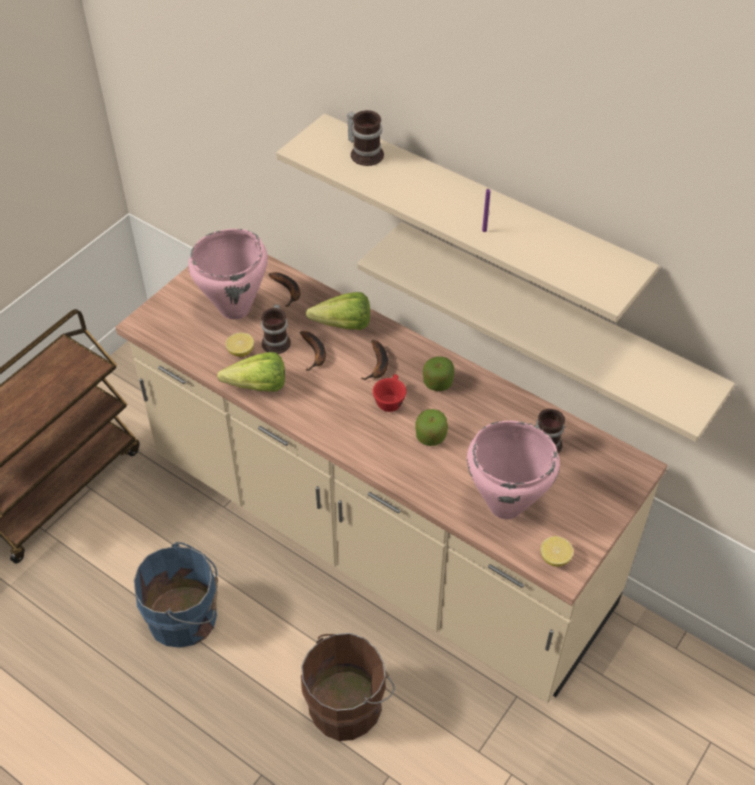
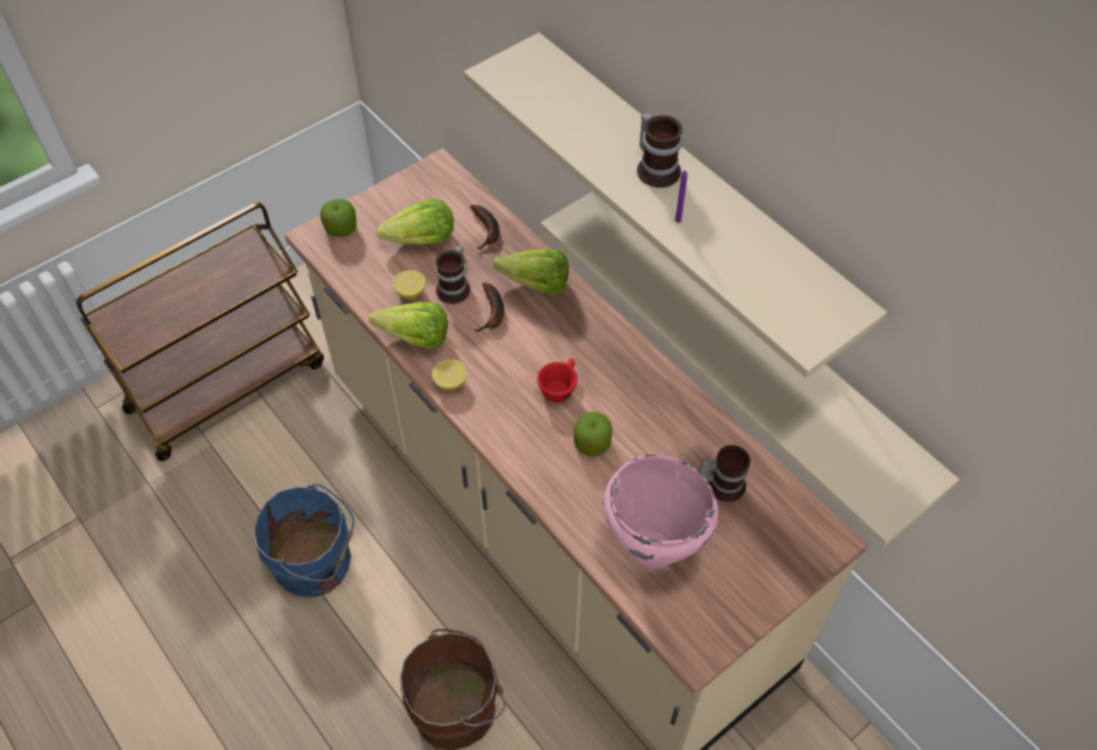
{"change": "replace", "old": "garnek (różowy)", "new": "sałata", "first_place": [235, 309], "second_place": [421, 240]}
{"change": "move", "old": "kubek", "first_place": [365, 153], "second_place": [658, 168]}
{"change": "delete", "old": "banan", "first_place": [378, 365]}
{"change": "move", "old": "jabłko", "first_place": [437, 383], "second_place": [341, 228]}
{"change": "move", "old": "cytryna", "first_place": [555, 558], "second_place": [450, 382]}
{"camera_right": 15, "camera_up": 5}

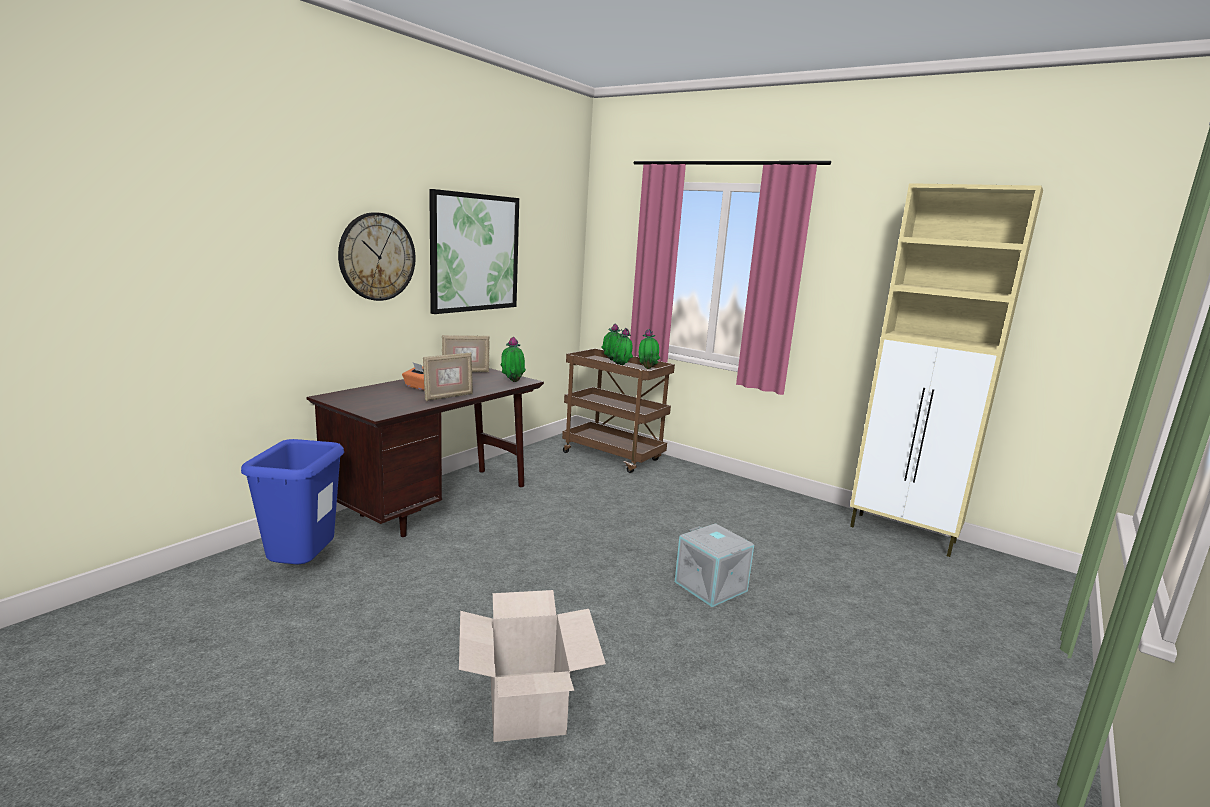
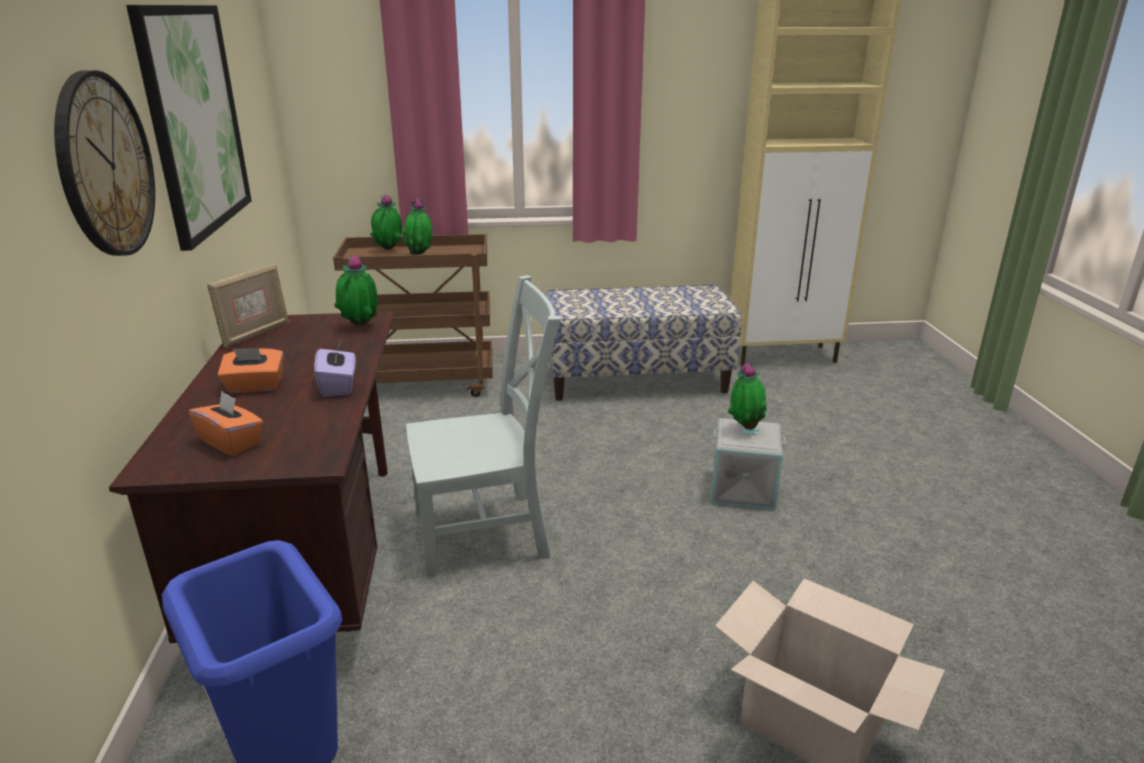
{"change": "replace", "old": "ramka na zdjęcie", "new": "pudełko chusteczek (fioletowy)", "first_place": [448, 397], "second_place": [338, 386]}
{"change": "move", "old": "roślina doniczkowa", "first_place": [647, 368], "second_place": [745, 427]}
{"change": "insert", "new": "pudełko chusteczek (pomarańczowy)", "second_place": [231, 442]}
{"change": "insert", "new": "krzesło (szary)", "second_place": [488, 533]}
{"change": "insert", "new": "ławka", "second_place": [637, 380]}
{"camera_right": -40, "camera_up": 10}

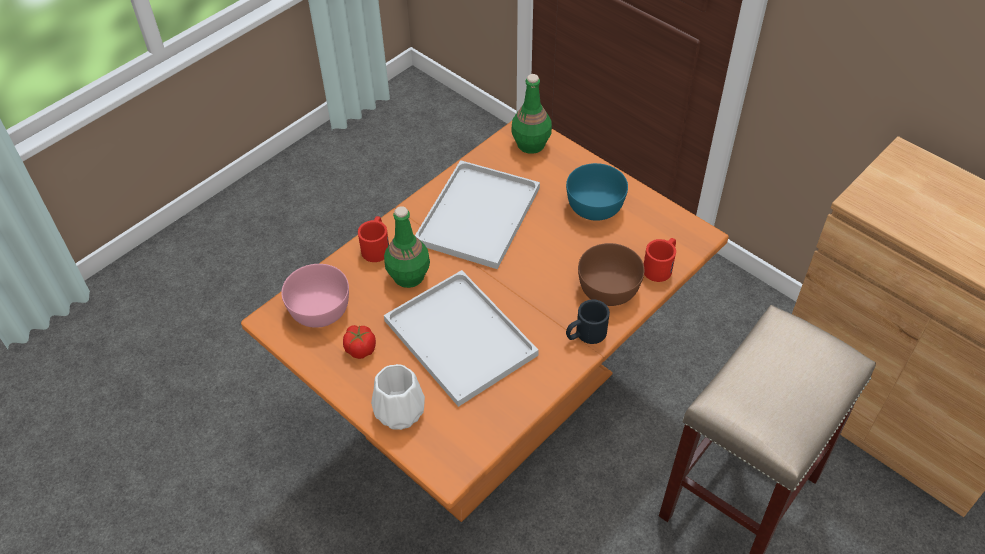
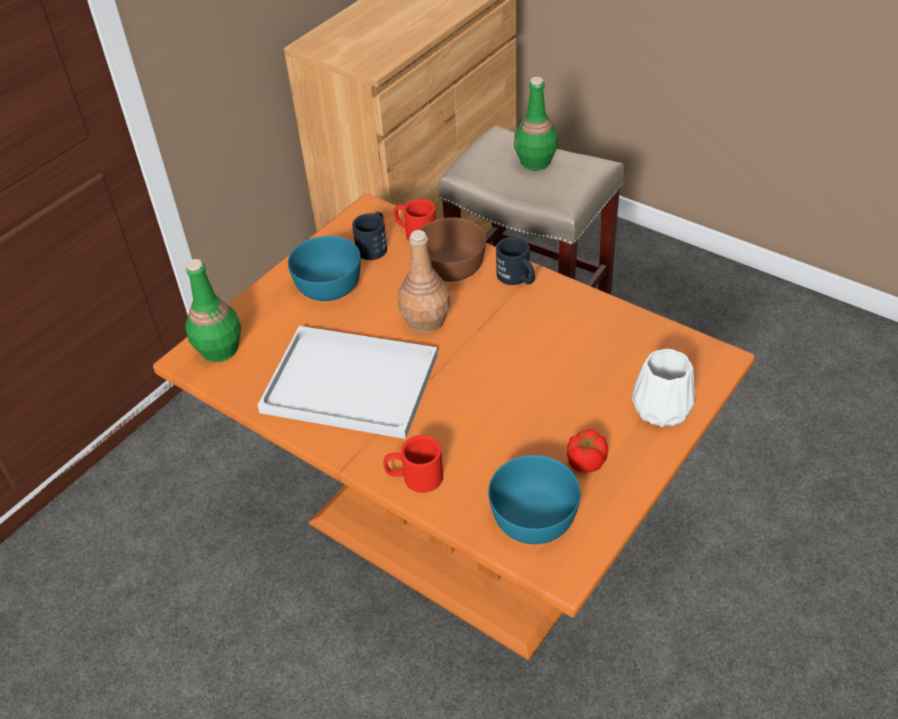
{"change": "recolor", "old": "miska (różowy)", "new": "miska (turkusowy)", "first_place": [320, 309], "second_place": [534, 516]}
{"change": "move", "old": "butelka (zielony)", "first_place": [408, 276], "second_place": [535, 162]}
{"change": "delete", "old": "taca (biały)", "first_place": [457, 337]}
{"change": "insert", "new": "kubek (czarny)", "second_place": [374, 245]}
{"change": "insert", "new": "butelka (brązowy)", "second_place": [425, 321]}
{"camera_right": -95, "camera_up": -5}

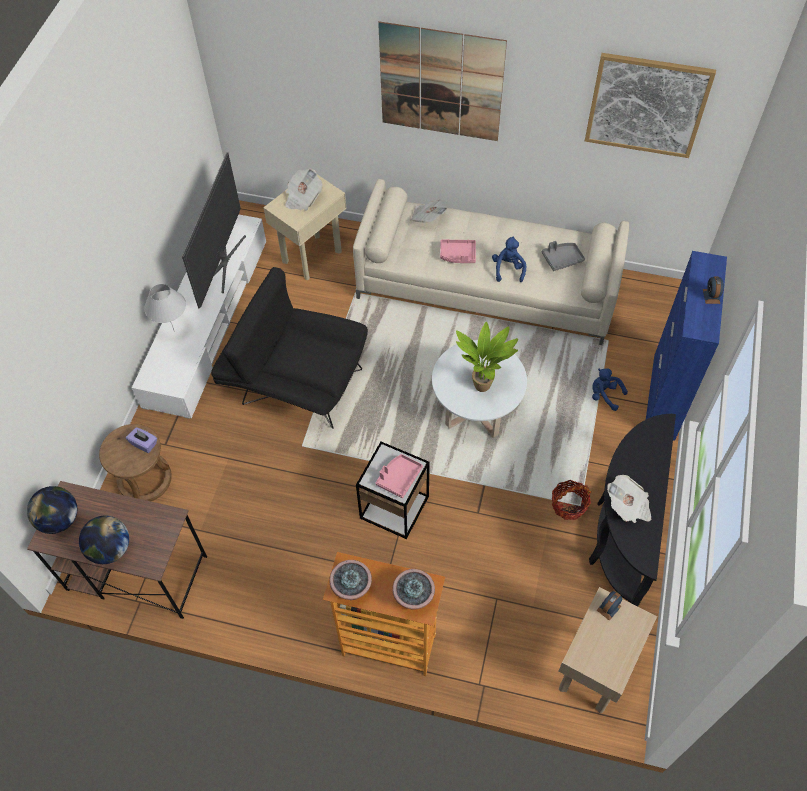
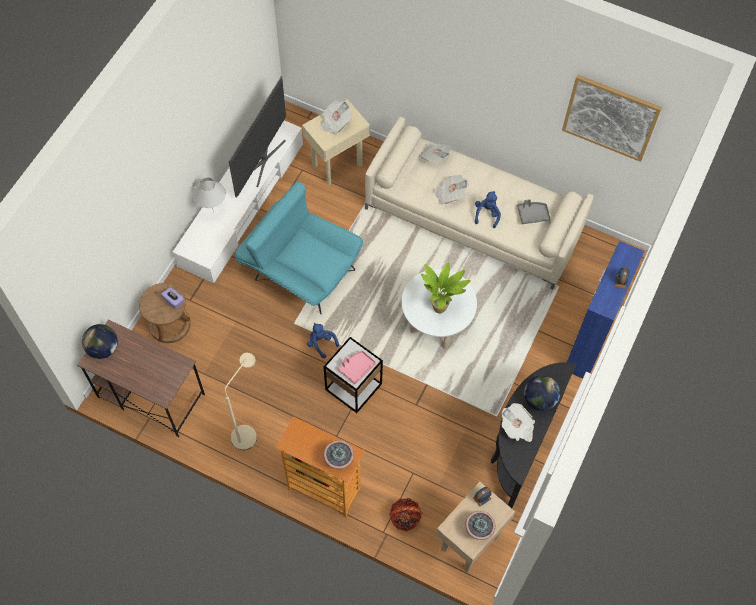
{"change": "move", "old": "globus", "first_place": [110, 549], "second_place": [539, 399]}
{"change": "recolor", "old": "fotel (czarny)", "new": "fotel (turkusowy)", "first_place": [294, 381], "second_place": [299, 269]}
{"change": "move", "old": "roślina doniczkowa", "first_place": [352, 588], "second_place": [478, 530]}
{"change": "delete", "old": "obraz", "first_place": [441, 82]}
{"change": "replace", "old": "taca (różowy)", "new": "gazeta", "first_place": [458, 255], "second_place": [449, 194]}
{"change": "move", "old": "koszyk", "first_place": [568, 505], "second_place": [404, 517]}
{"change": "move", "old": "pluszak (niebieski)", "first_place": [604, 395], "second_place": [321, 343]}
{"change": "insert", "new": "lampa stojąca (beżowy)", "second_place": [248, 432]}
{"camera_right": 10, "camera_up": 5}

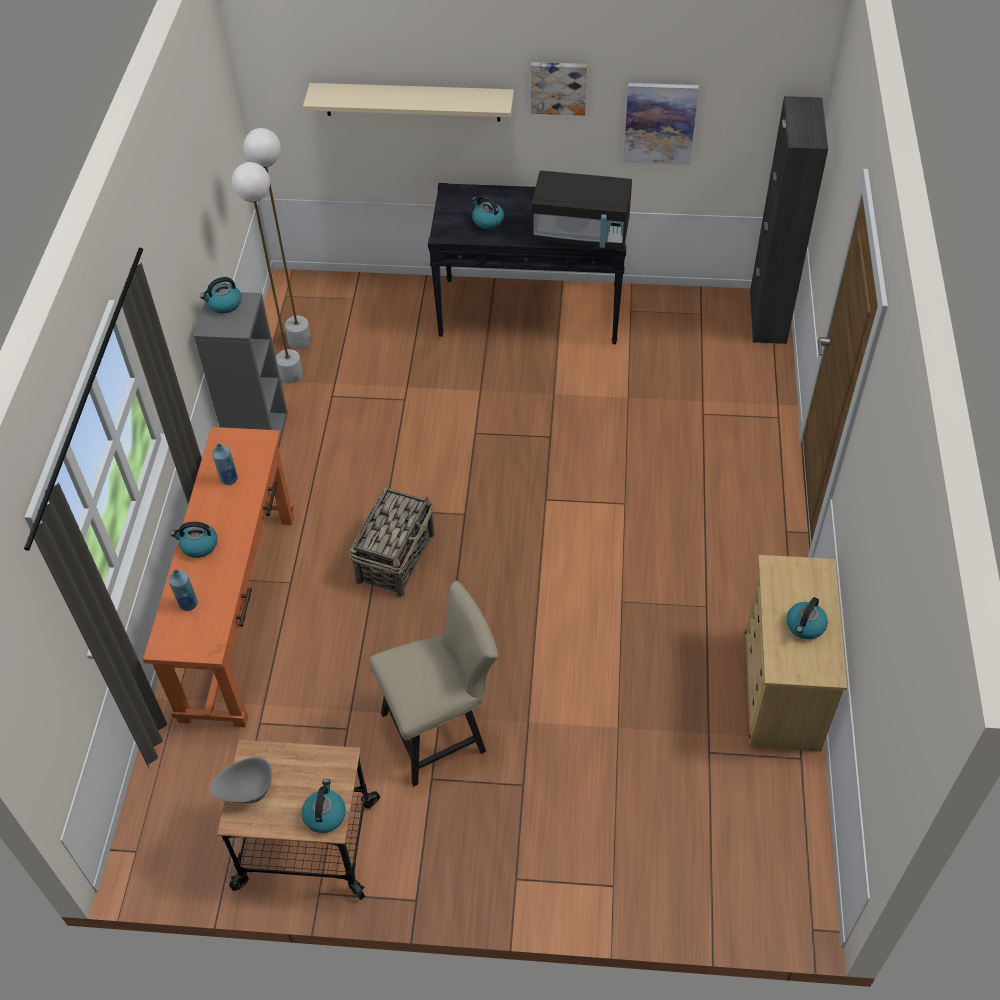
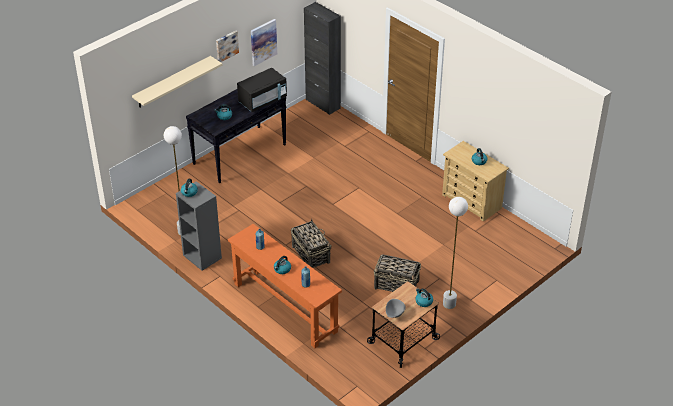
{"change": "move", "old": "lampa stojąca (biały)", "first_place": [299, 341], "second_place": [449, 304]}
{"change": "replace", "old": "krzesło (beżowy)", "new": "koszyk", "first_place": [441, 731], "second_place": [397, 285]}
{"camera_right": -50, "camera_up": -10}

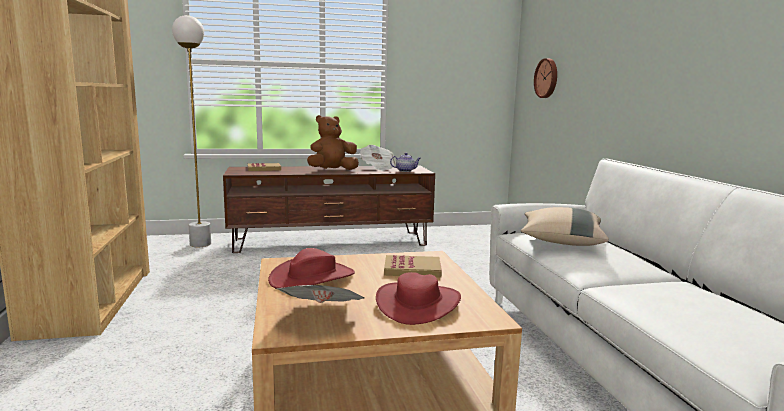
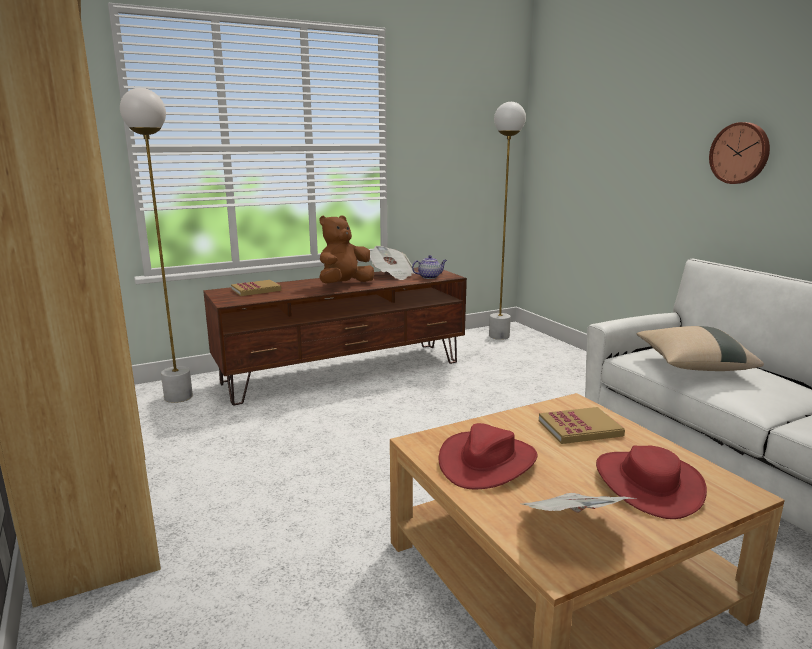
{"change": "move", "old": "zegar ścienny", "first_place": [547, 78], "second_place": [740, 153]}
{"change": "insert", "new": "lampa stojąca (biały)", "second_place": [499, 336]}
{"camera_right": -15, "camera_up": 5}

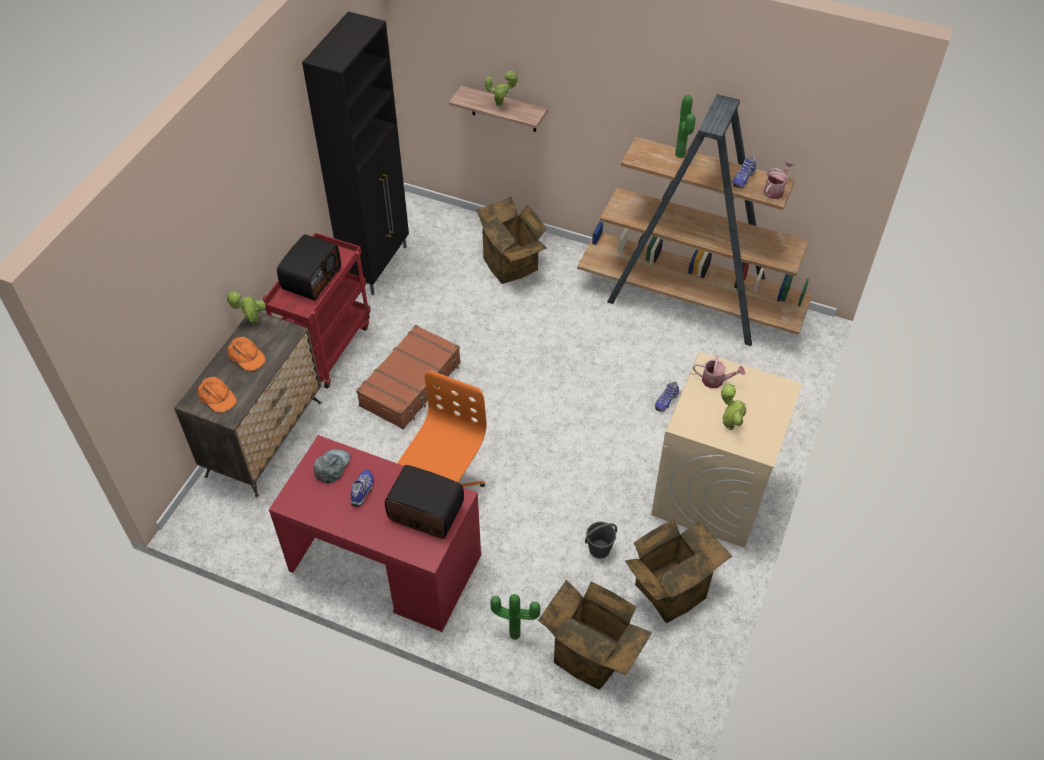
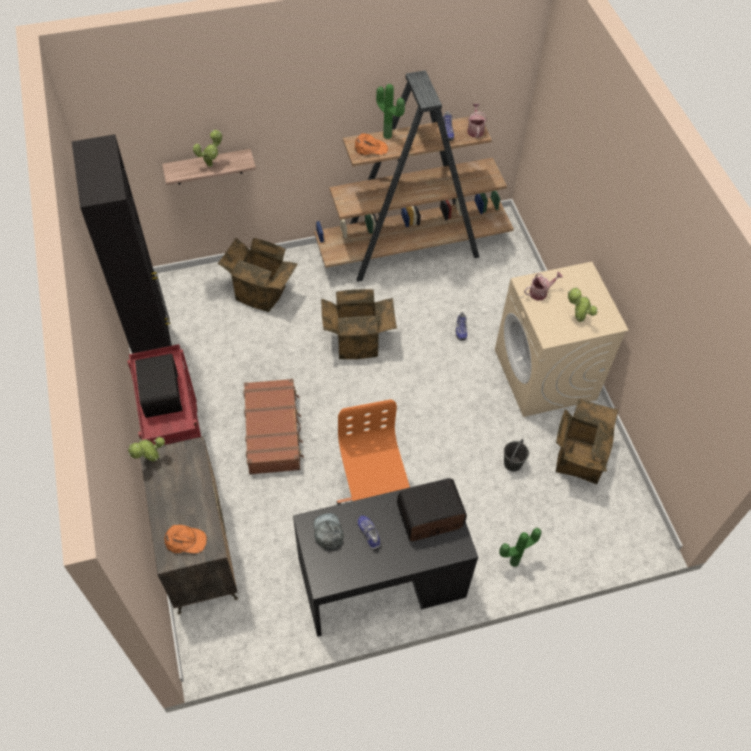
{"change": "move", "old": "czapka z daszkiem (pomarańczowy)", "first_place": [246, 357], "second_place": [371, 148]}
{"change": "recolor", "old": "biurko (czerwony)", "new": "biurko (czarny)", "first_place": [385, 563], "second_place": [381, 578]}
{"change": "move", "old": "karton", "first_place": [593, 653], "second_place": [357, 340]}
{"camera_right": -40, "camera_up": 5}

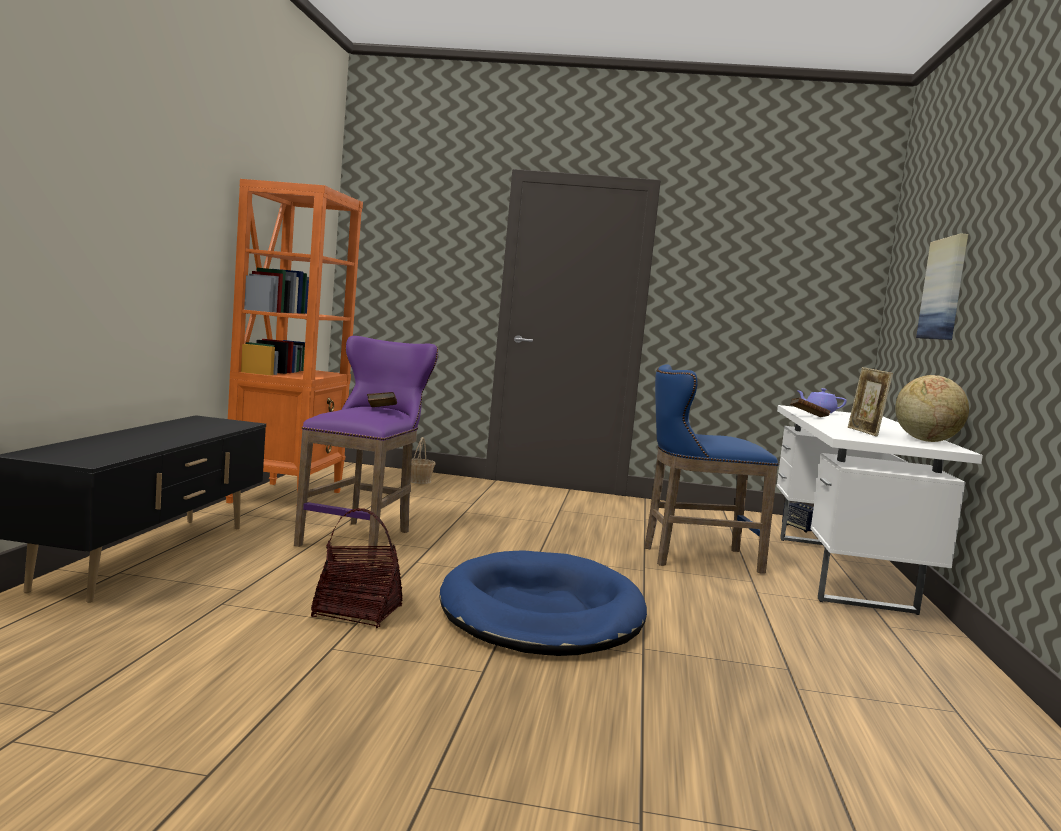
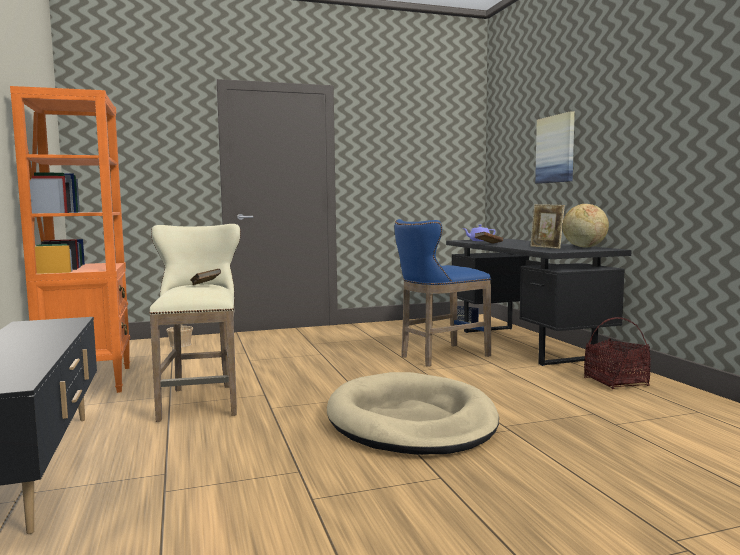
{"change": "recolor", "old": "stołek (fioletowy)", "new": "stołek (beżowy)", "first_place": [362, 537], "second_place": [201, 400]}
{"change": "move", "old": "koszyk", "first_place": [357, 612], "second_place": [616, 382]}
{"change": "recolor", "old": "legowisko (niebieski)", "new": "legowisko (beżowy)", "first_place": [542, 613], "second_place": [411, 421]}
{"change": "recolor", "old": "biurko (biały)", "new": "biurko (czarny)", "first_place": [842, 572], "second_place": [524, 344]}
{"camera_right": -25, "camera_up": 0}

